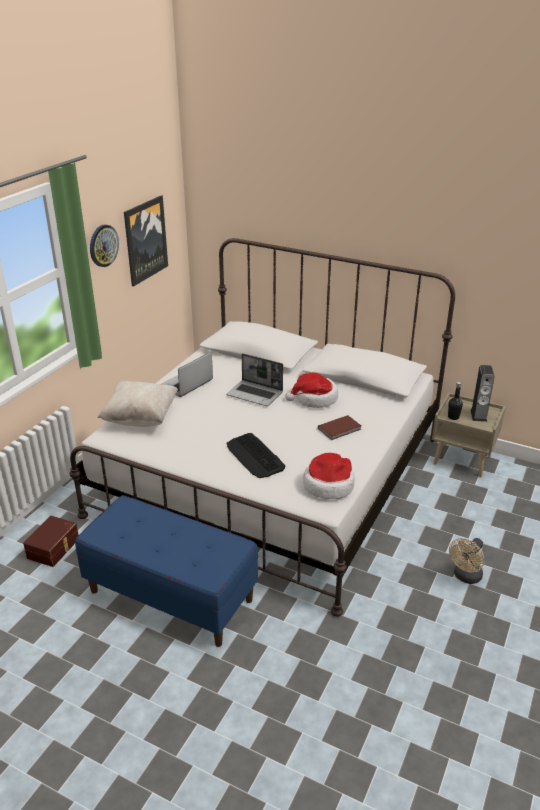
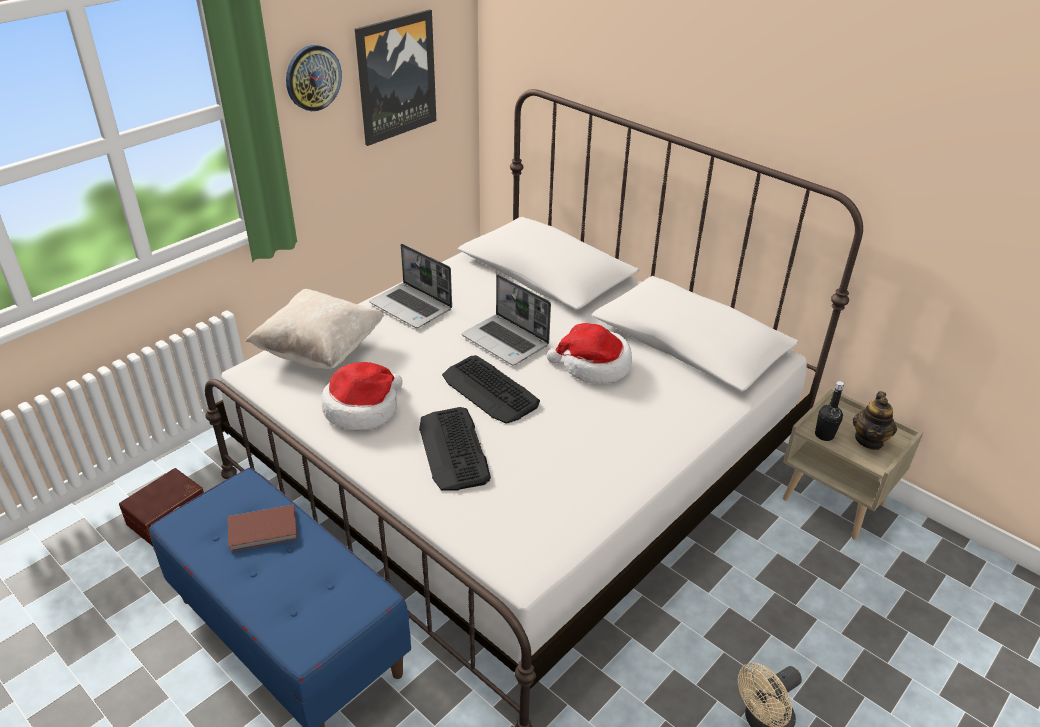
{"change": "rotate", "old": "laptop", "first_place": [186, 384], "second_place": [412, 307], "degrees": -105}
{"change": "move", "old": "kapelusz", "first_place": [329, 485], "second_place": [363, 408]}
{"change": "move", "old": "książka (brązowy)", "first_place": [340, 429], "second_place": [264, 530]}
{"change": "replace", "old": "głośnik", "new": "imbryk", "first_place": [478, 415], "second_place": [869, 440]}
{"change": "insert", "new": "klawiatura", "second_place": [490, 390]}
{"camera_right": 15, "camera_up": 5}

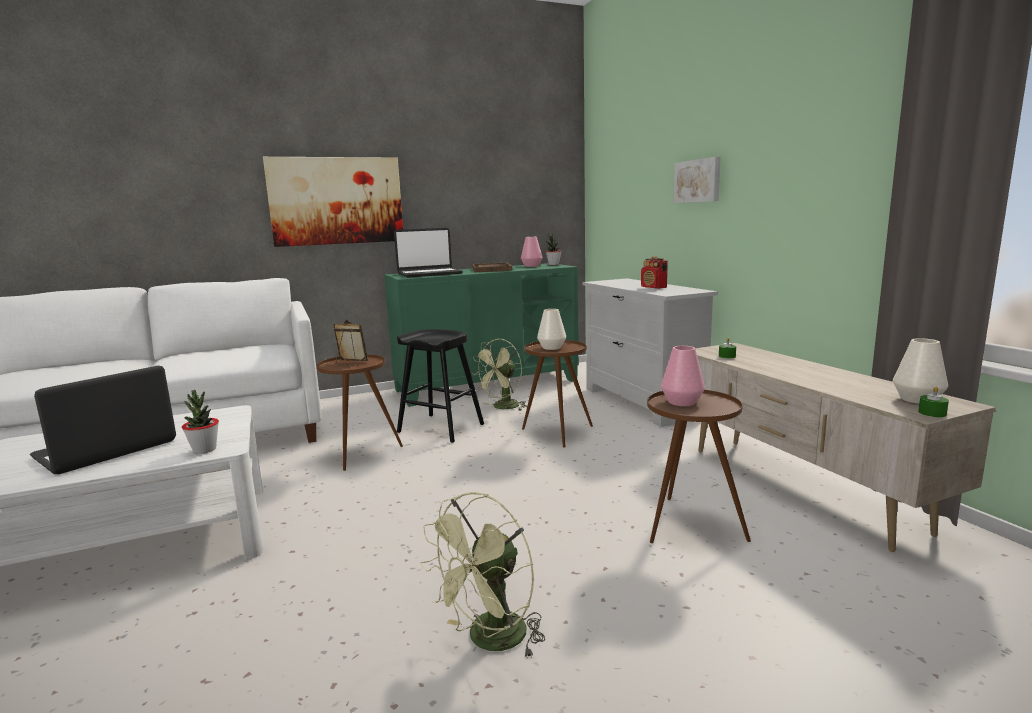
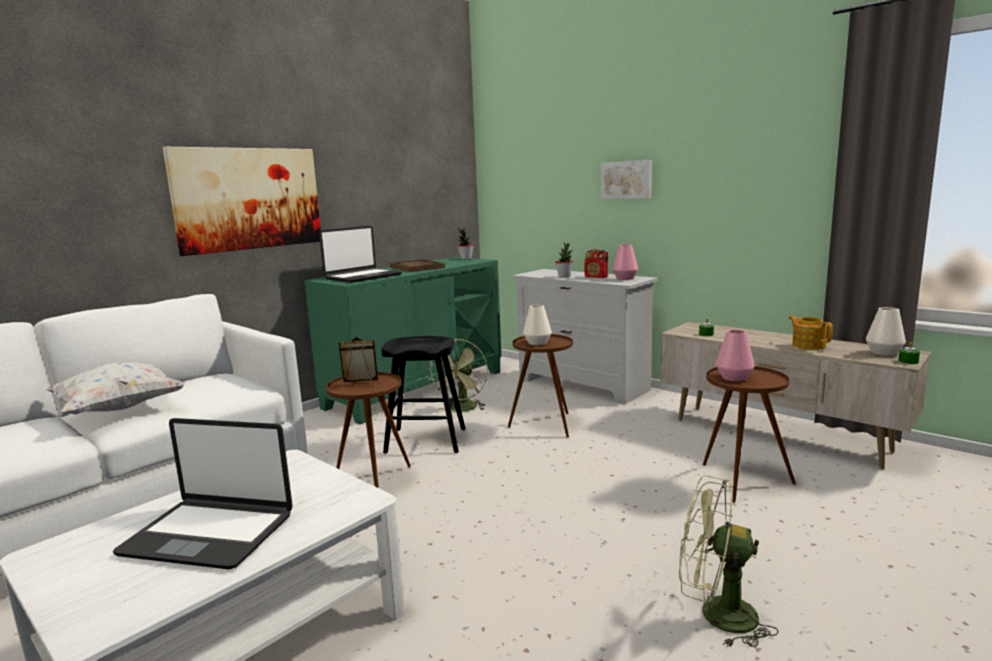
{"change": "rotate", "old": "laptop", "first_place": [107, 450], "second_place": [210, 533], "degrees": -90}
{"change": "move", "old": "roślina doniczkowa", "first_place": [204, 450], "second_place": [564, 276]}
{"change": "rotate", "old": "wentylator (zielony)", "first_place": [490, 641], "second_place": [716, 615], "degrees": 90}
{"change": "move", "old": "wazon (różowy)", "first_place": [531, 266], "second_place": [624, 278]}
{"change": "insert", "new": "poduszka (biały)", "second_place": [119, 409]}
{"change": "insert", "new": "imbryk", "second_place": [808, 345]}
{"camera_right": -25, "camera_up": 0}

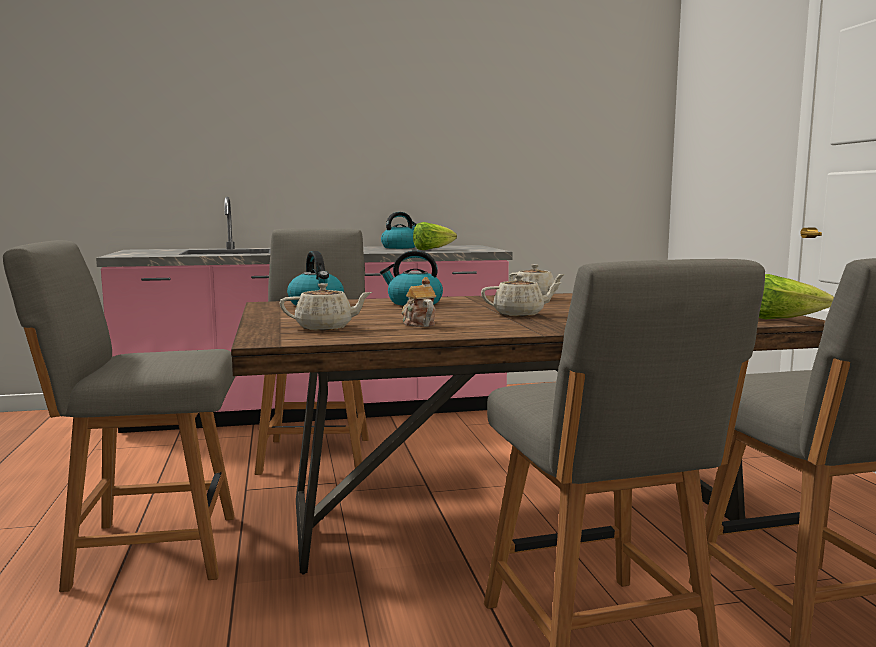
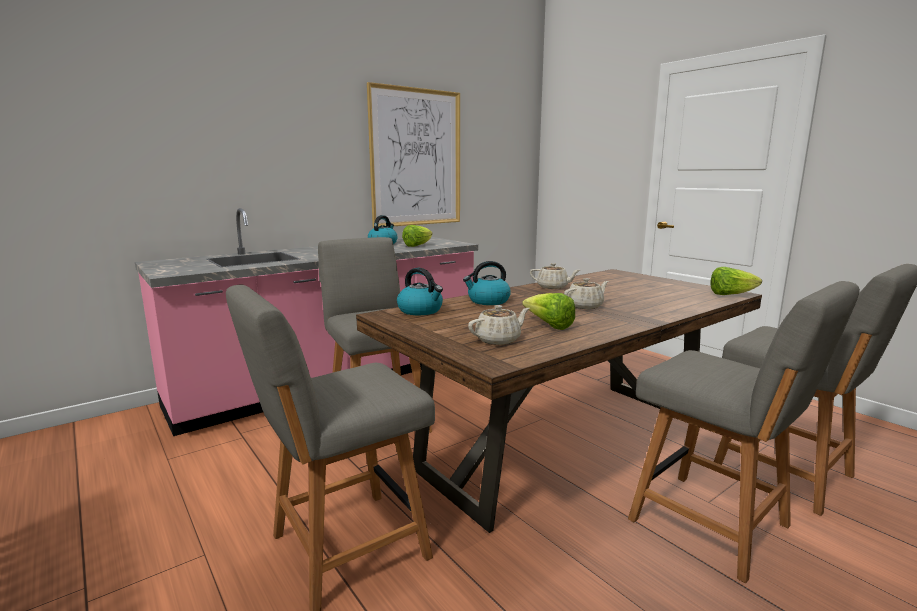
{"change": "replace", "old": "imbryk", "new": "sałata", "first_place": [418, 323], "second_place": [549, 326]}
{"change": "insert", "new": "obraz", "second_place": [416, 158]}
{"camera_right": -25, "camera_up": 5}

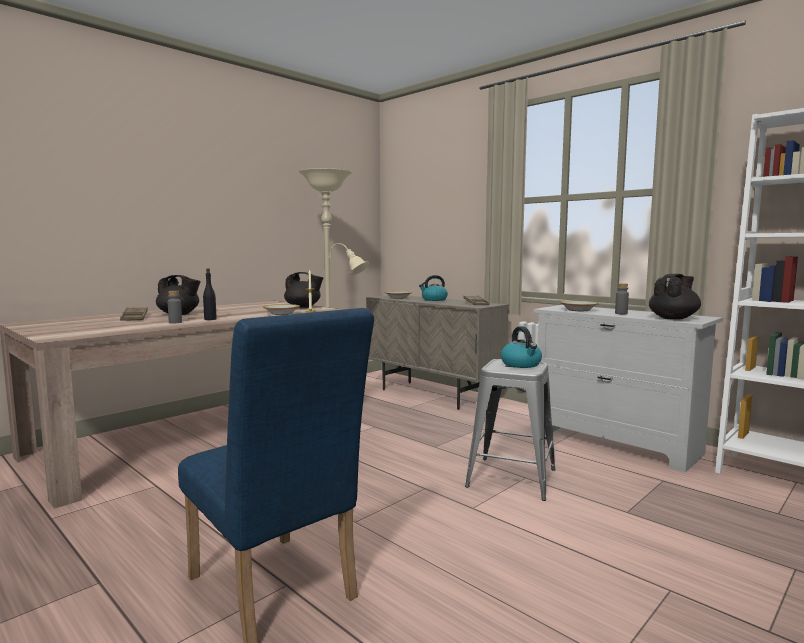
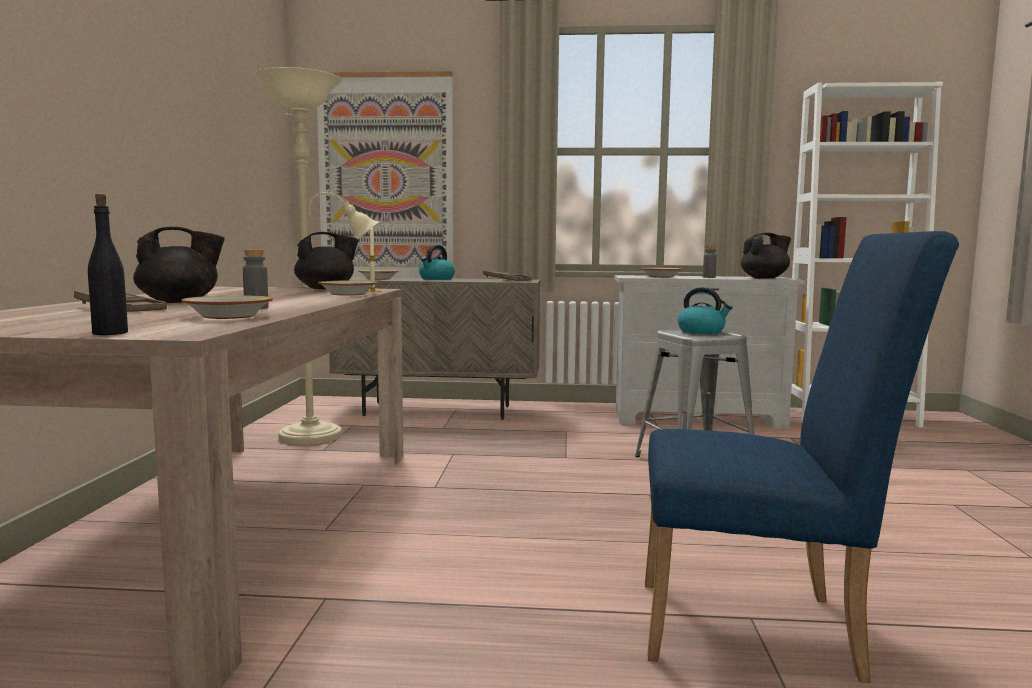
{"change": "move", "old": "butelka (czarny)", "first_place": [210, 319], "second_place": [110, 333]}
{"change": "rotate", "old": "imbryk (czarny)", "first_place": [673, 318], "second_place": [765, 278], "degrees": 60}
{"change": "insert", "new": "miska", "second_place": [228, 316]}
{"change": "insert", "new": "obraz", "second_place": [386, 181]}
{"camera_right": -40, "camera_up": 0}

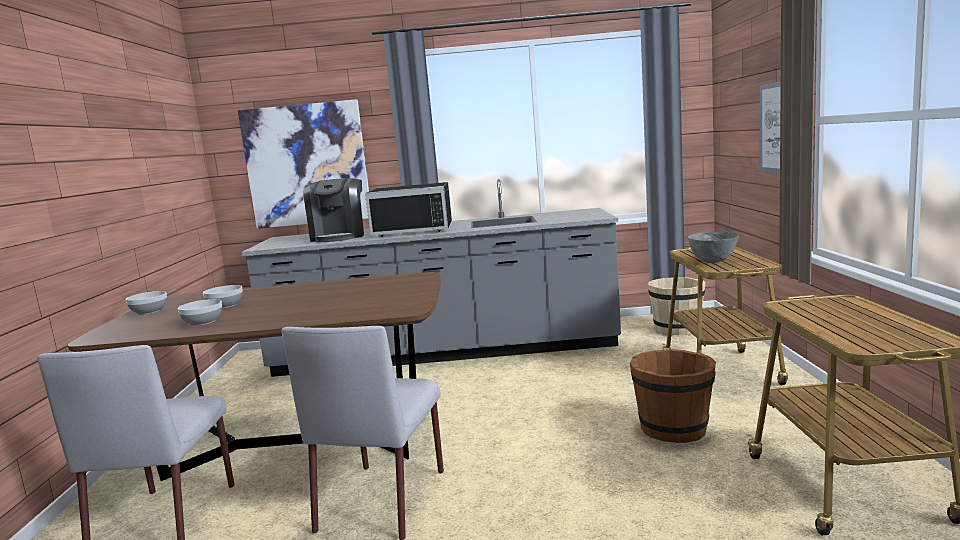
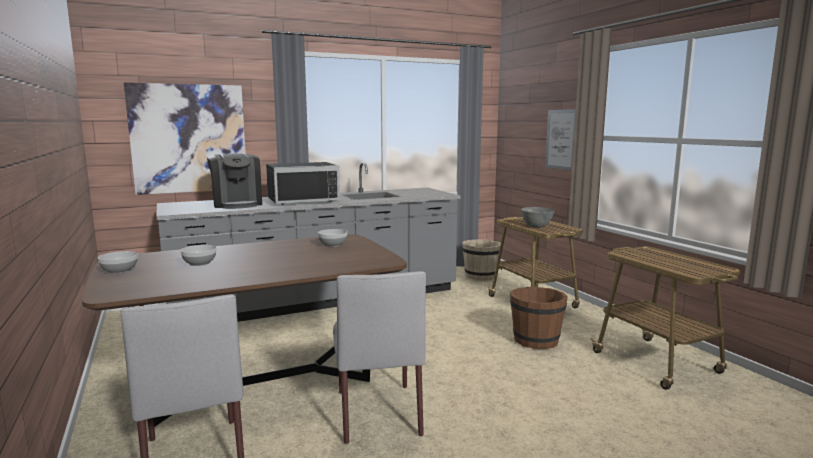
{"change": "move", "old": "miska", "first_place": [203, 322], "second_place": [333, 244]}
{"camera_right": -25, "camera_up": 0}

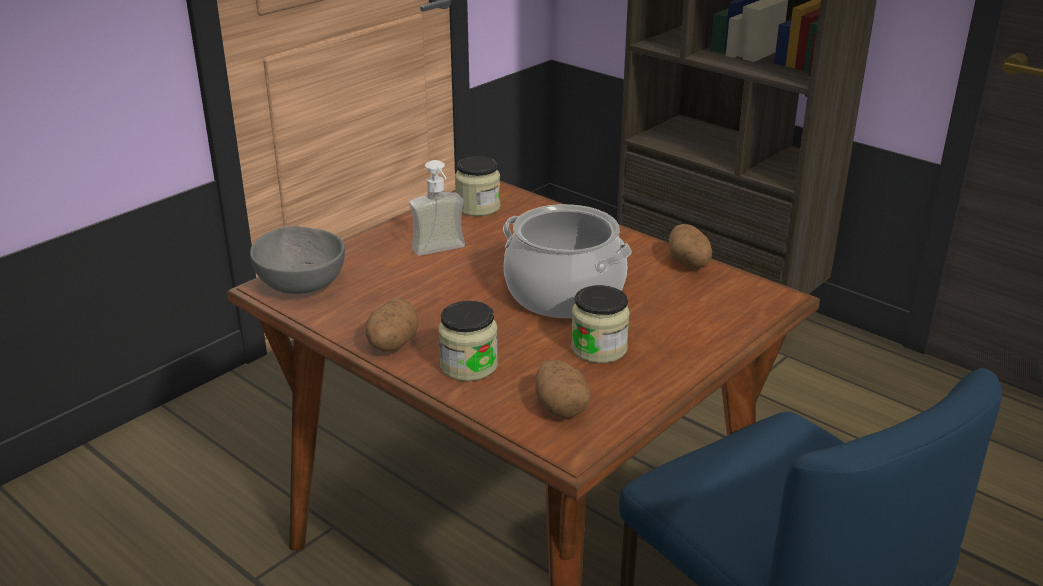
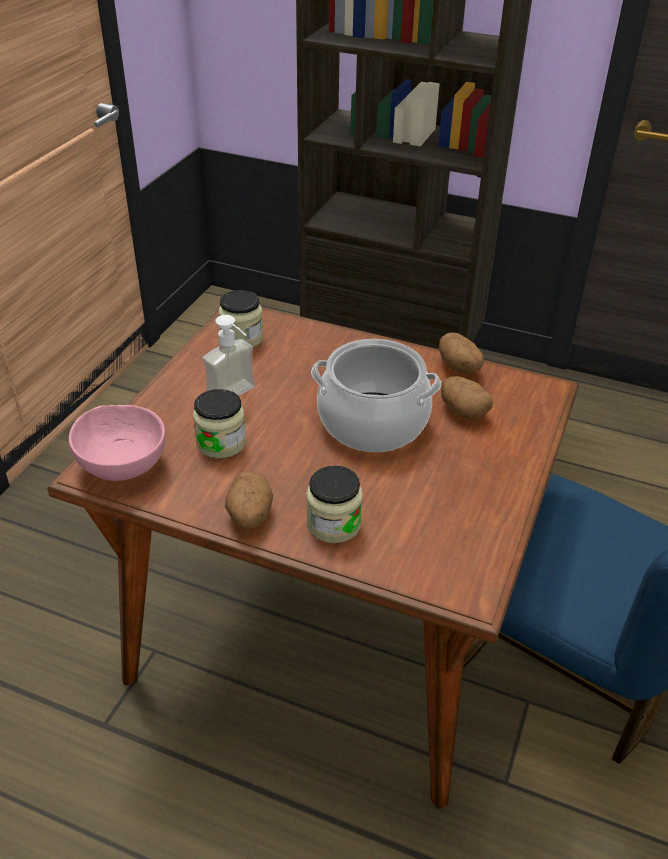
{"change": "recolor", "old": "miska (szary)", "new": "miska (różowy)", "first_place": [302, 284], "second_place": [123, 463]}
{"change": "move", "old": "ziemniak", "first_place": [561, 407], "second_place": [463, 411]}
{"change": "move", "old": "słoik", "first_place": [599, 349], "second_place": [221, 443]}
{"camera_right": -20, "camera_up": 10}

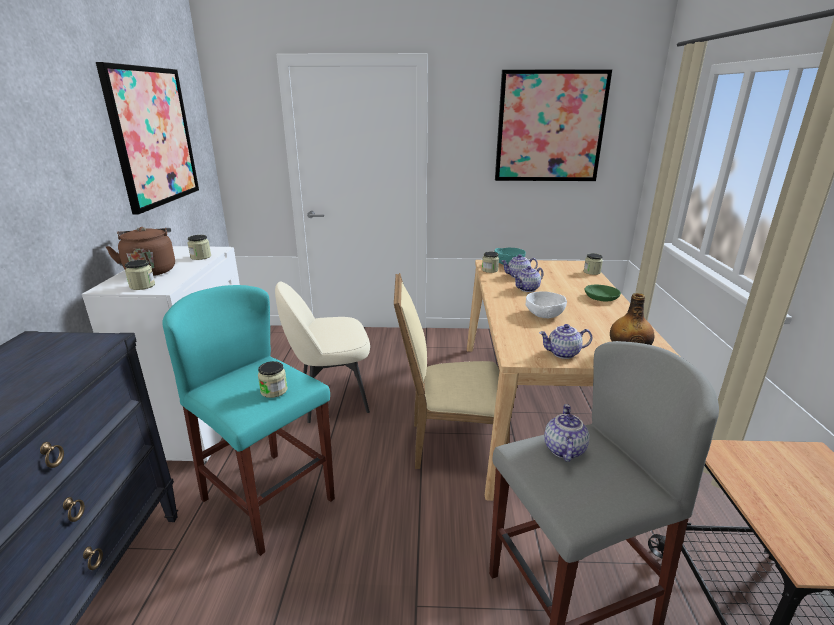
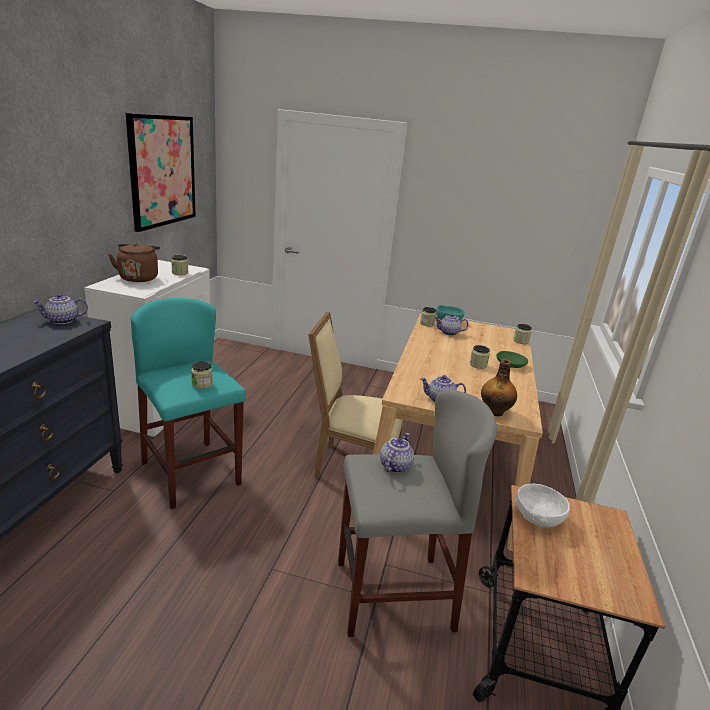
{"change": "move", "old": "słoik", "first_place": [142, 286], "second_place": [478, 365]}
{"change": "delete", "old": "krzesło (beżowy)", "first_place": [331, 397]}
{"change": "delete", "old": "obraz", "first_place": [550, 127]}
{"change": "move", "old": "imbryk", "first_place": [527, 289], "second_place": [62, 321]}
{"change": "move", "old": "miska (biały)", "first_place": [544, 314], "second_place": [537, 517]}
{"camera_right": 10, "camera_up": 0}

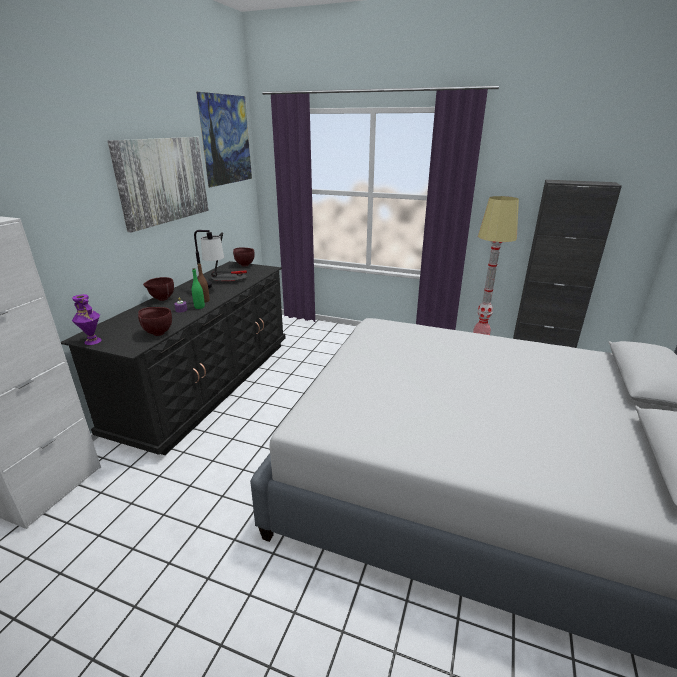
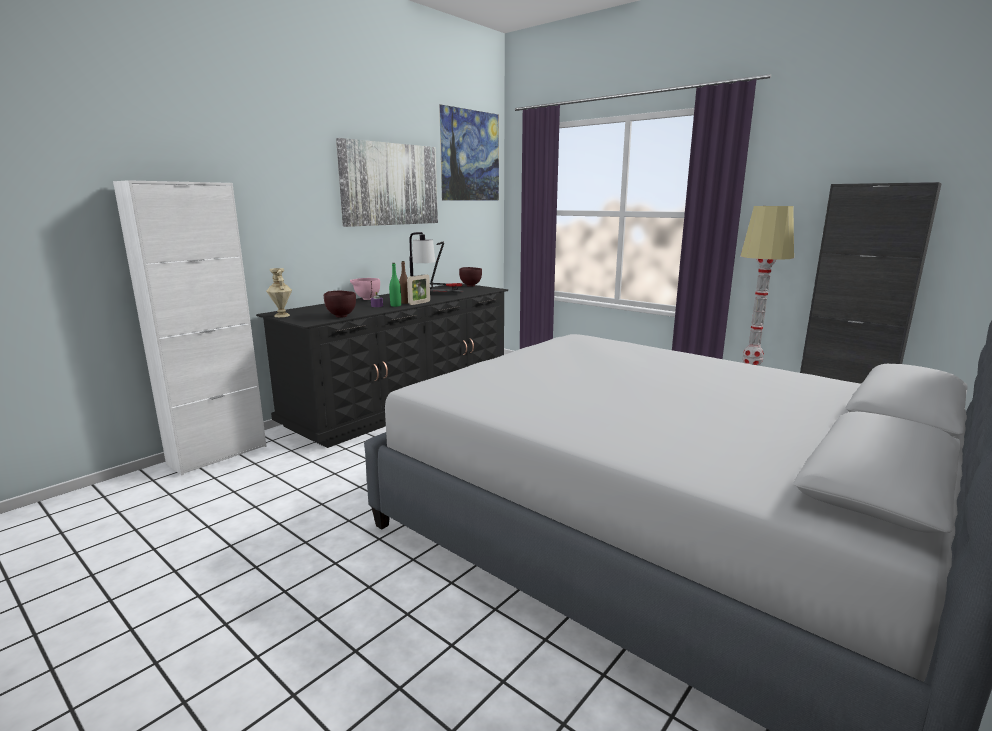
{"change": "recolor", "old": "wazon (fioletowy)", "new": "wazon (beżowy)", "first_place": [92, 341], "second_place": [281, 315]}
{"change": "recolor", "old": "miska (brązowy)", "new": "miska (różowy)", "first_place": [161, 299], "second_place": [366, 299]}
{"change": "insert", "new": "ramka na zdjęcie", "second_place": [419, 303]}
{"camera_right": 20, "camera_up": -10}

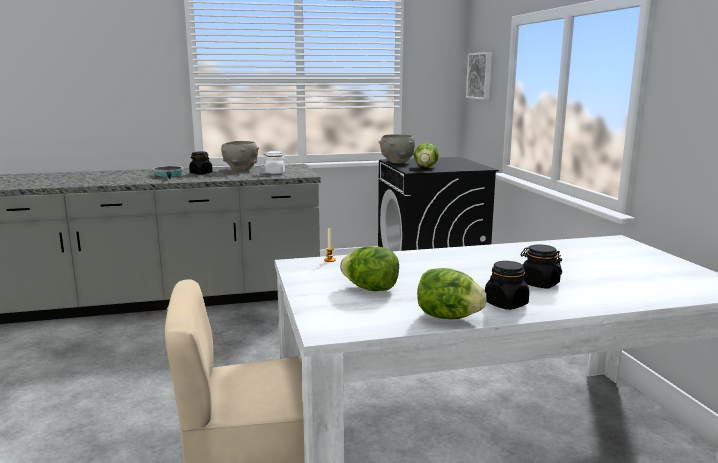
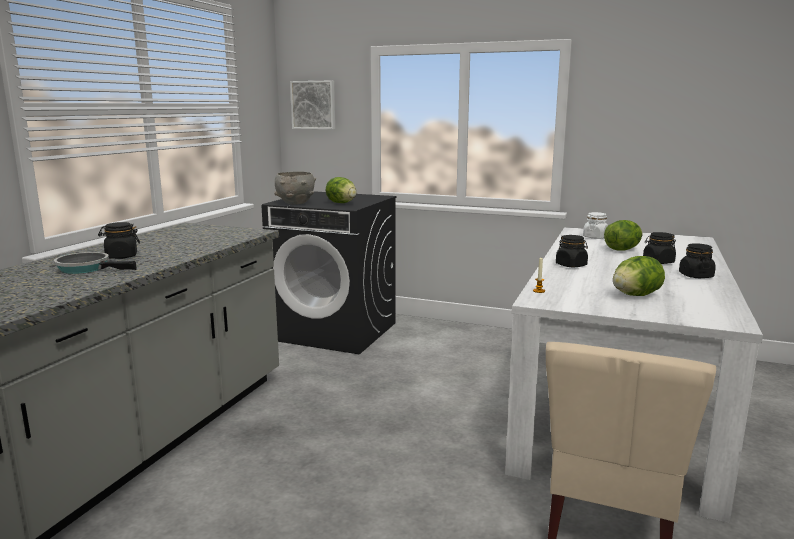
{"change": "delete", "old": "miska (szary)", "first_place": [240, 169]}
{"change": "move", "old": "słoik (biały)", "first_place": [275, 173], "second_place": [595, 237]}
{"change": "move", "old": "sałata", "first_place": [448, 317], "second_place": [622, 249]}
{"change": "insert", "new": "słoik (czarny)", "second_place": [571, 265]}
{"camera_right": -55, "camera_up": 0}

